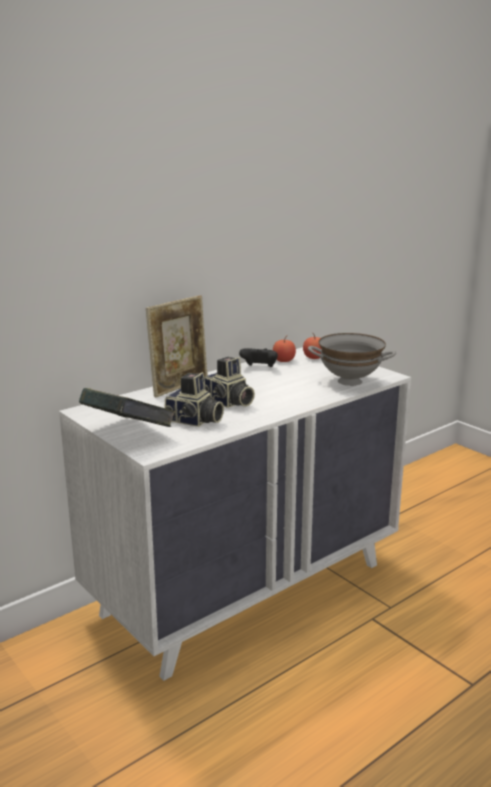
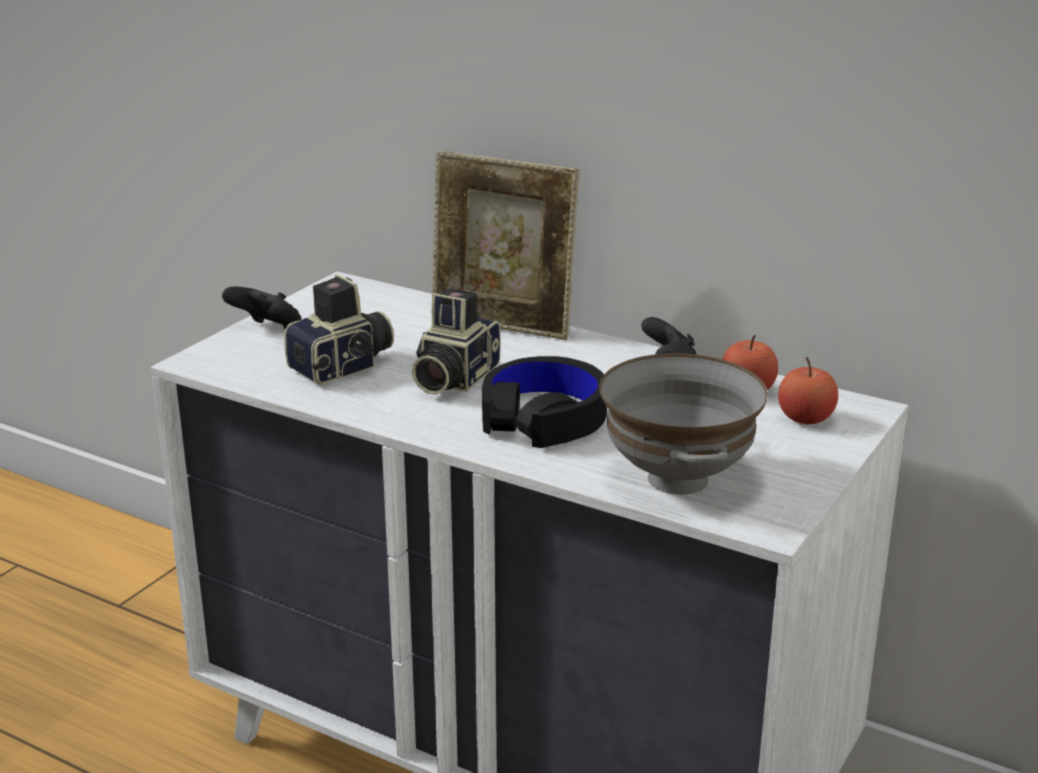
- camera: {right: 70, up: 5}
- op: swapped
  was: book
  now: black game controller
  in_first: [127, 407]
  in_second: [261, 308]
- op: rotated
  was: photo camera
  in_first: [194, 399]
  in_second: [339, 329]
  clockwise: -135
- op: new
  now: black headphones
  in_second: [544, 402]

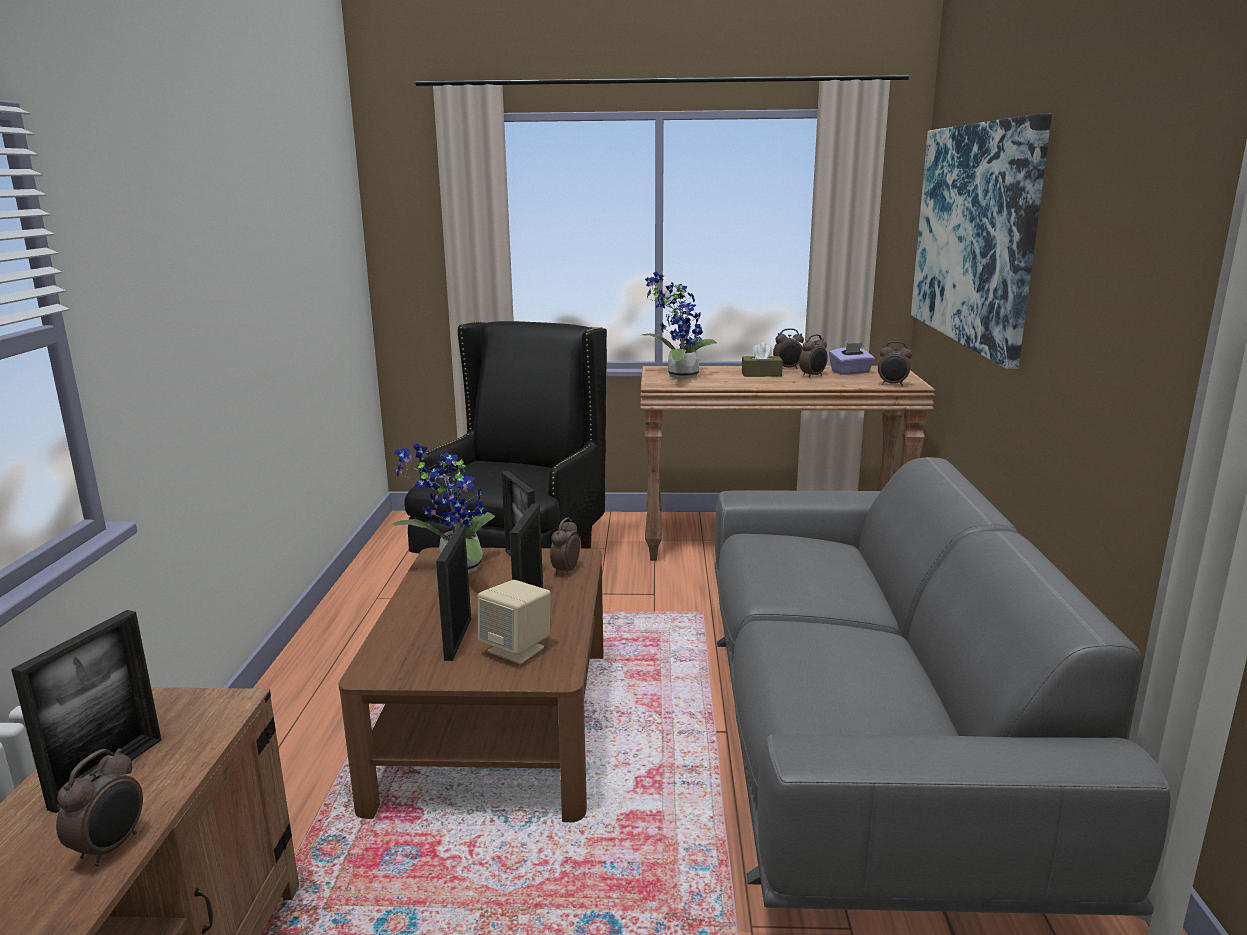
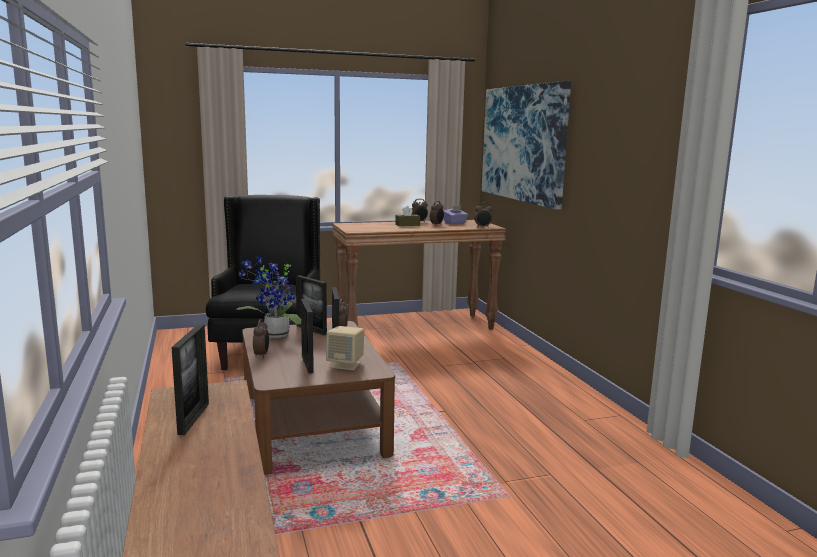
- camera: {right: -20, up: -5}
- op: shifted
  was: alarm clock
  in_first: [99, 807]
  in_second: [261, 338]
- op: gone
  was: potted plant
  in_first: [679, 325]
- op: gone
  was: grey sofa
  in_first: [943, 686]

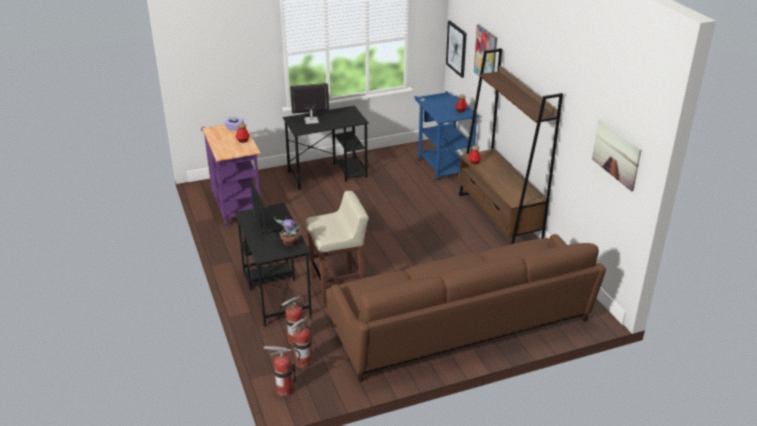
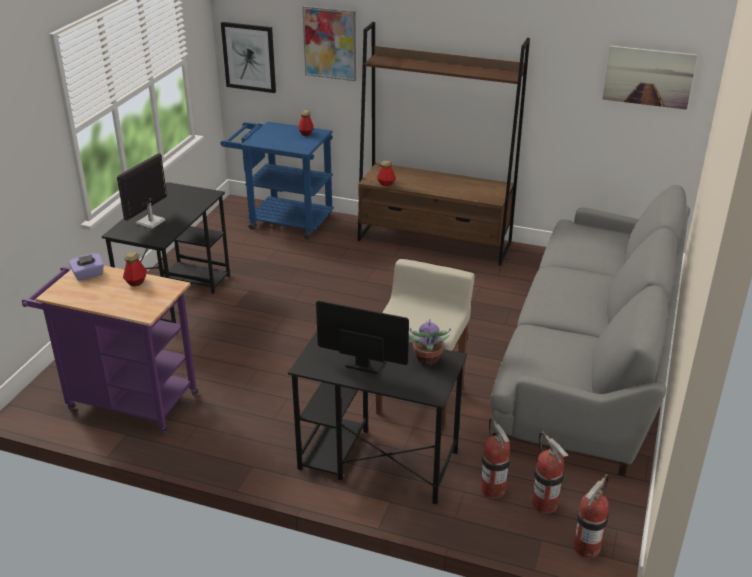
- camera: {right: -50, up: 0}
- op: repainted
  was: brown sofa
  now: grey sofa
  in_first: [466, 308]
  in_second: [590, 331]

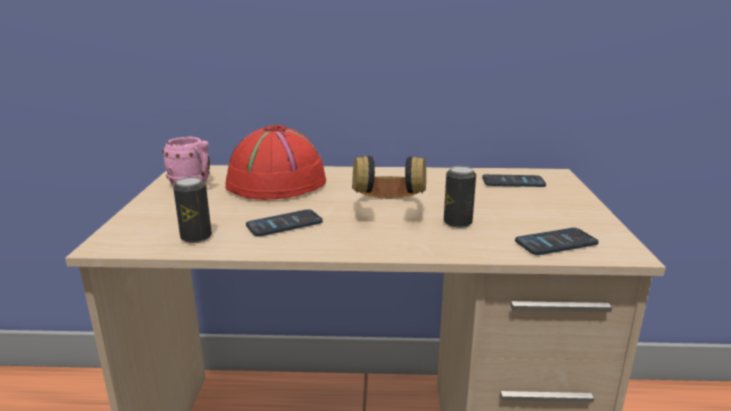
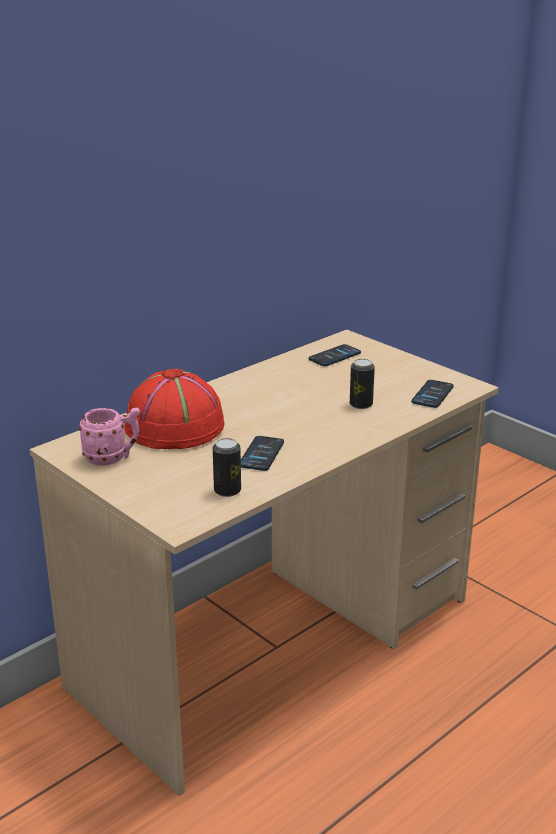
- camera: {right: -45, up: 5}
- op: gone
  was: headphones
  in_first: [389, 177]

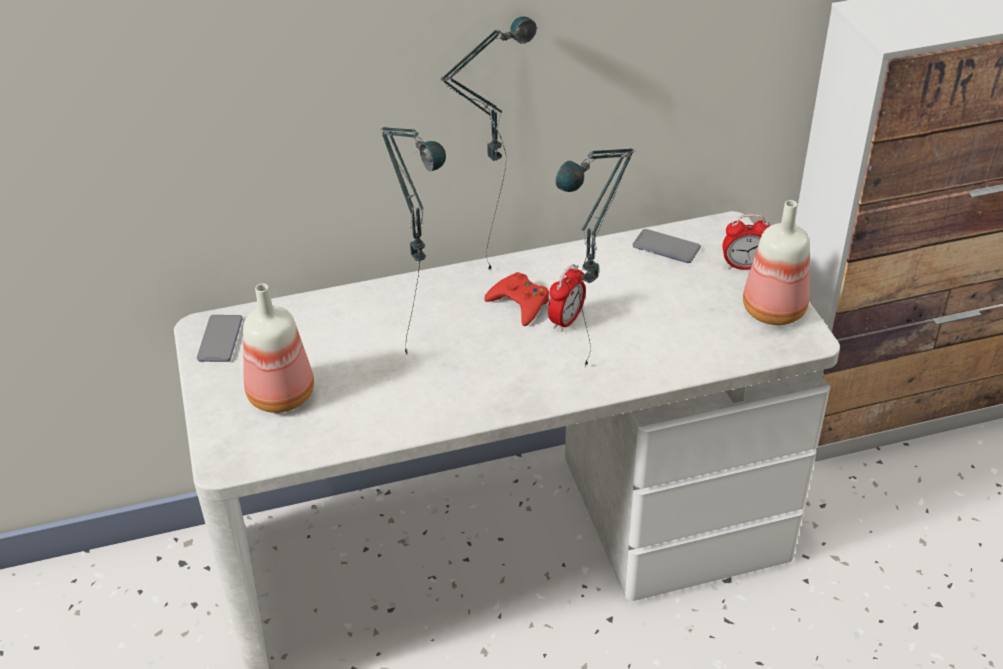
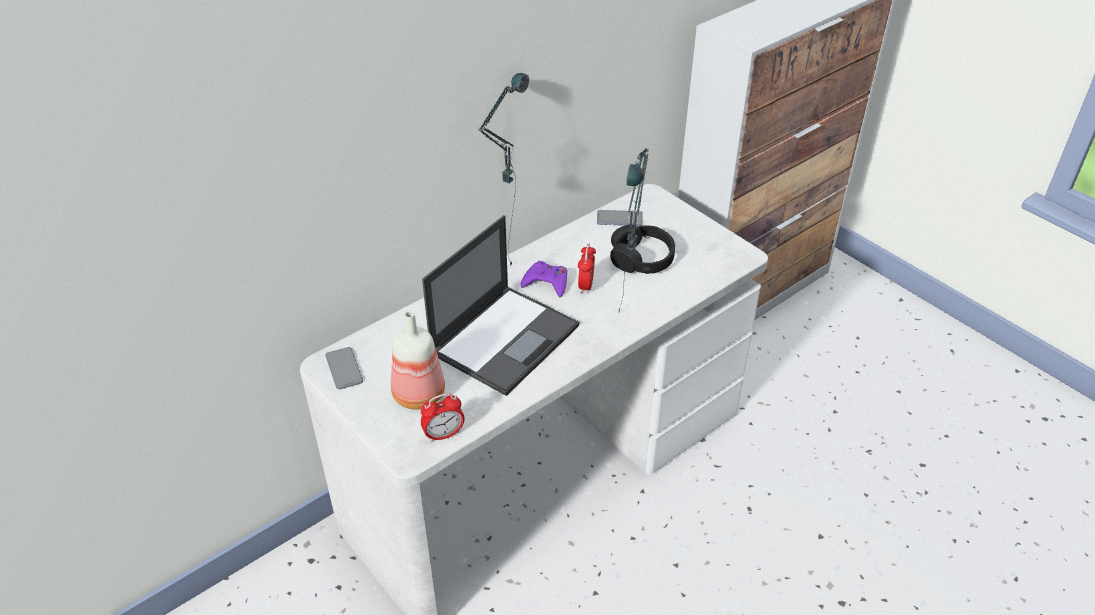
- camera: {right: -25, up: 0}
- op: shifted
  was: alarm clock
  in_first: [746, 242]
  in_second: [443, 417]
- op: swapped
  was: table lamp
  now: laptop
  in_first: [413, 240]
  in_second: [500, 305]
- op: repainted
  was: red game controller
  now: purple game controller
  in_first: [516, 299]
  in_second: [544, 279]
- op: new
  now: black headphones
  in_second: [642, 249]
- op: gone
  was: bottle
  in_first: [776, 262]

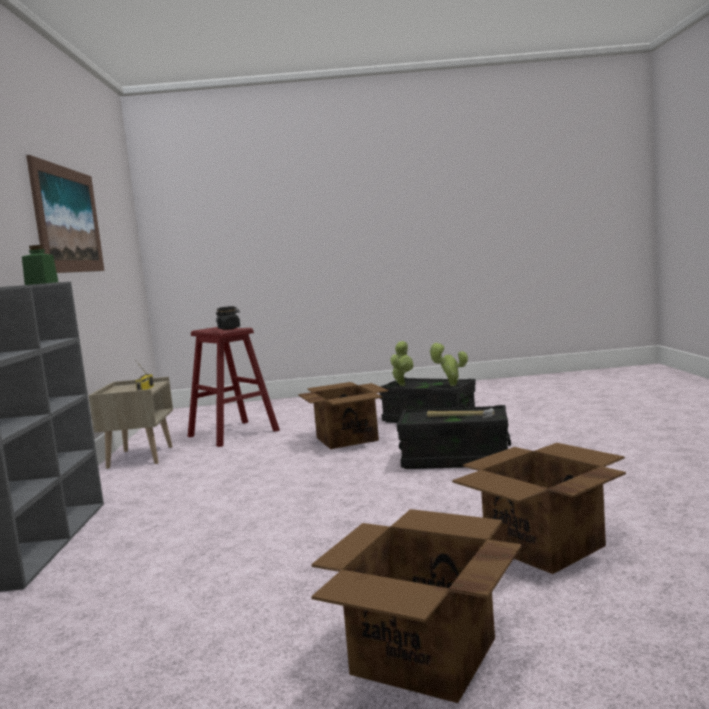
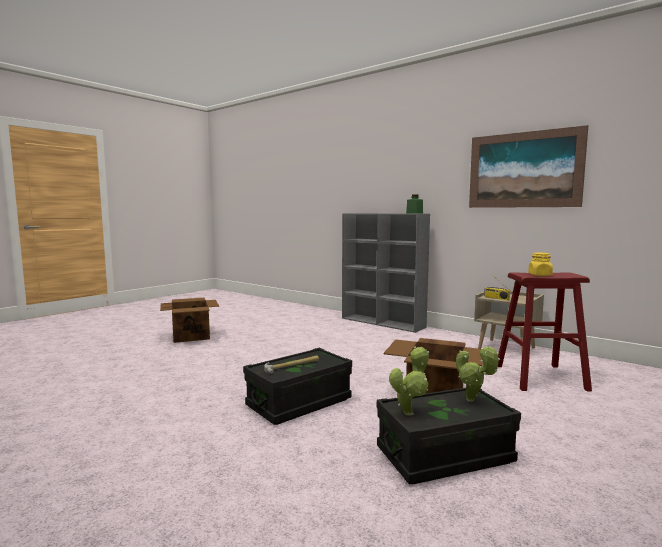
- camera: {right: 130, up: 0}
- op: repainted
  was: black jar
  now: yellow jar
  in_first: [228, 318]
  in_second: [540, 264]
- op: gone
  was: cardboard box
  in_first: [539, 508]

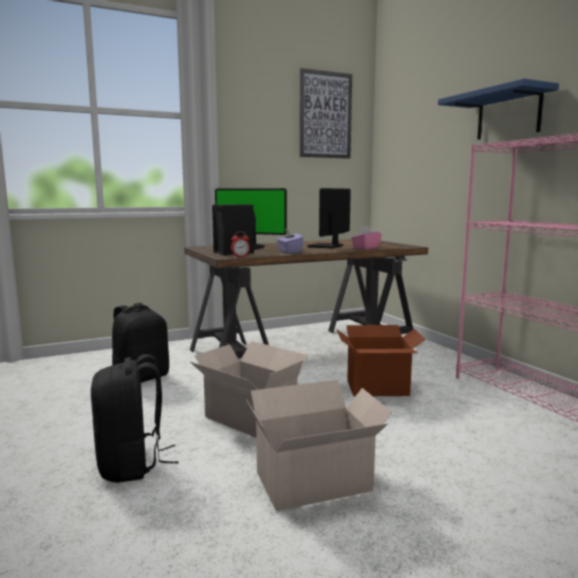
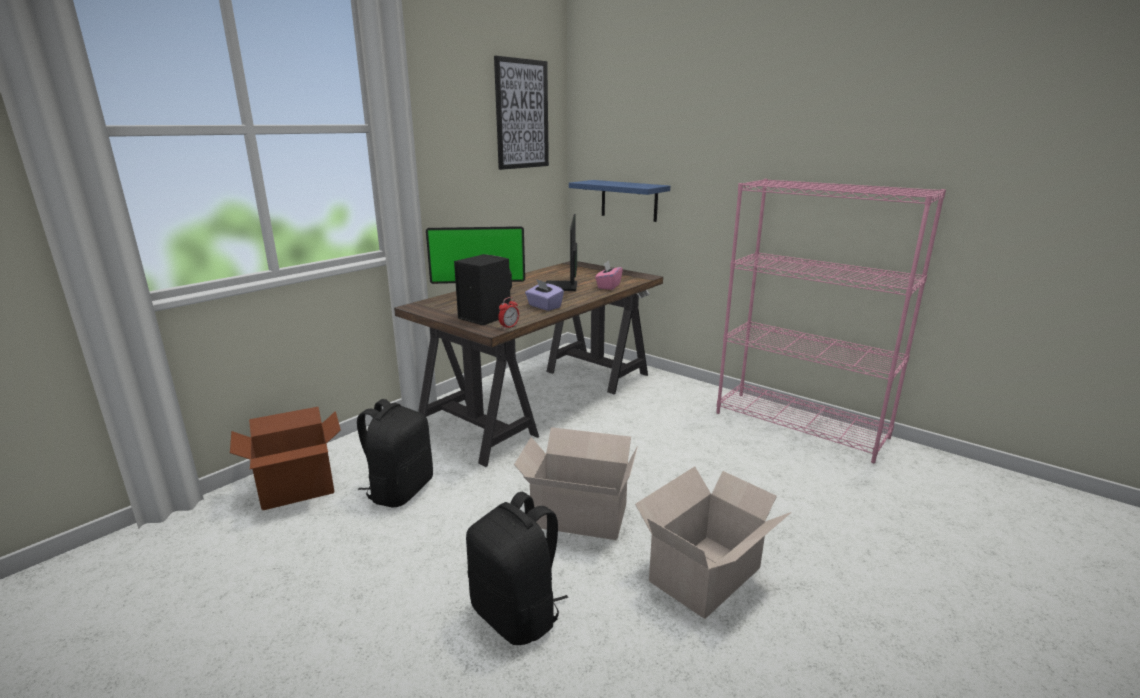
- camera: {right: -25, up: 10}
- op: shifted
  was: cardboard box
  in_first: [381, 361]
  in_second: [285, 459]
- op: shifted
  was: blue shelf
  in_first: [498, 109]
  in_second: [619, 201]

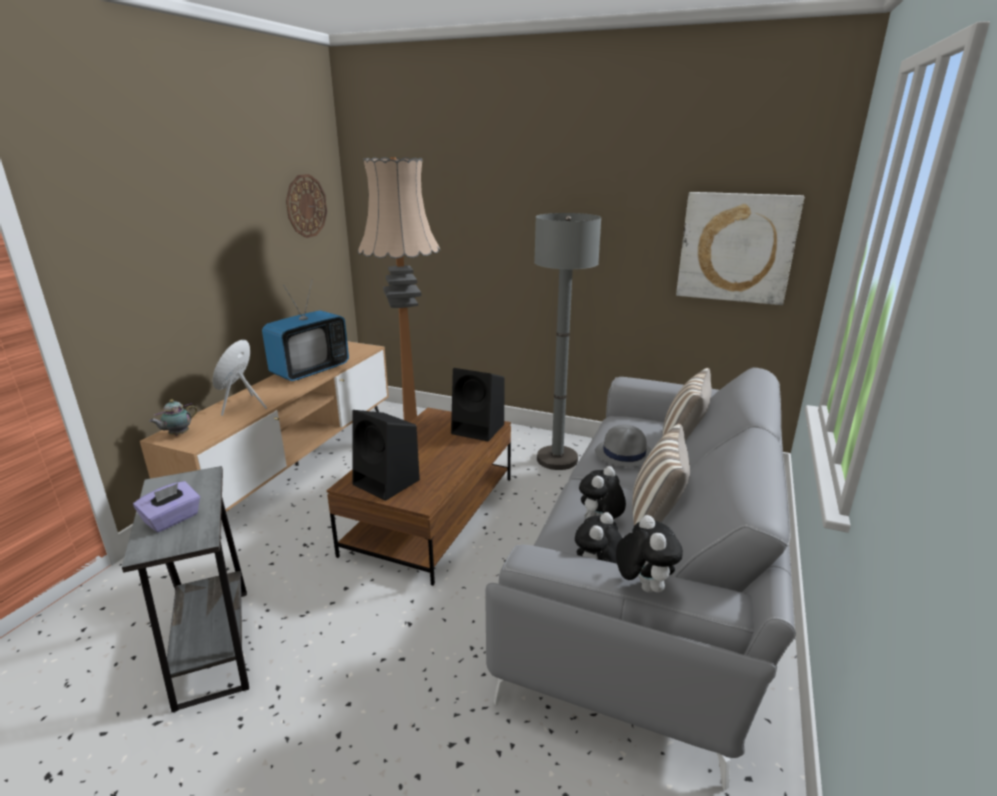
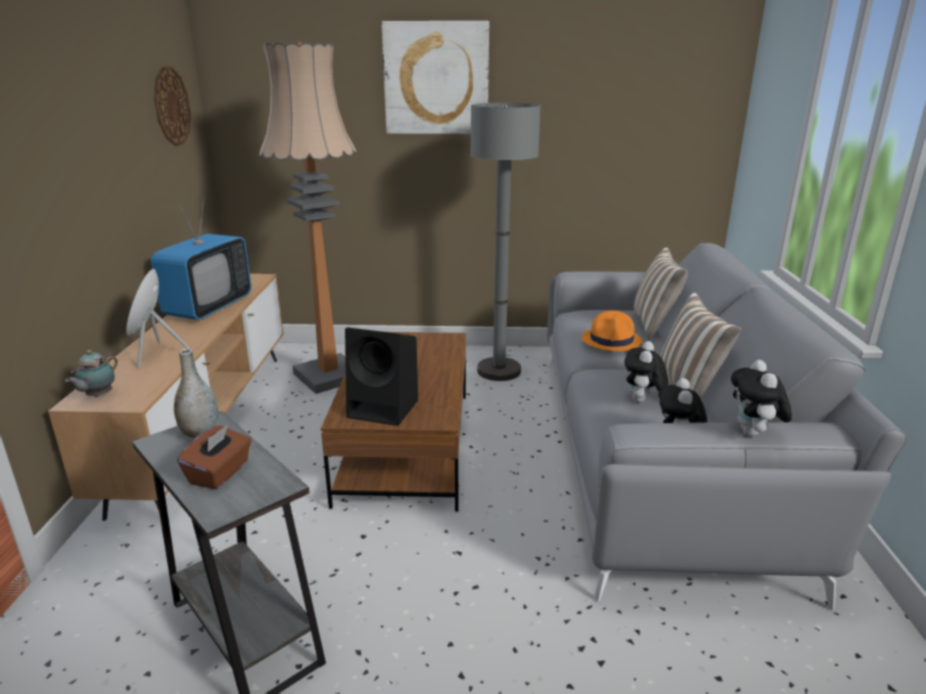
- camera: {right: -20, up: 0}
- op: new
  now: grey vase
  in_second: [196, 393]
- op: repainted
  was: purple tissue box
  now: brown tissue box
  in_first: [166, 506]
  in_second: [214, 457]
- op: shifted
  was: picture
  in_first: [740, 248]
  in_second: [435, 77]
- op: repainted
  was: grey hat
  now: orange hat
  in_first: [623, 445]
  in_second: [612, 331]
- op: rotated
  was: plush toy
  in_first: [649, 554]
  in_second: [761, 398]
  clockwise: -150
- op: gone
  was: black speaker
  in_first: [478, 404]

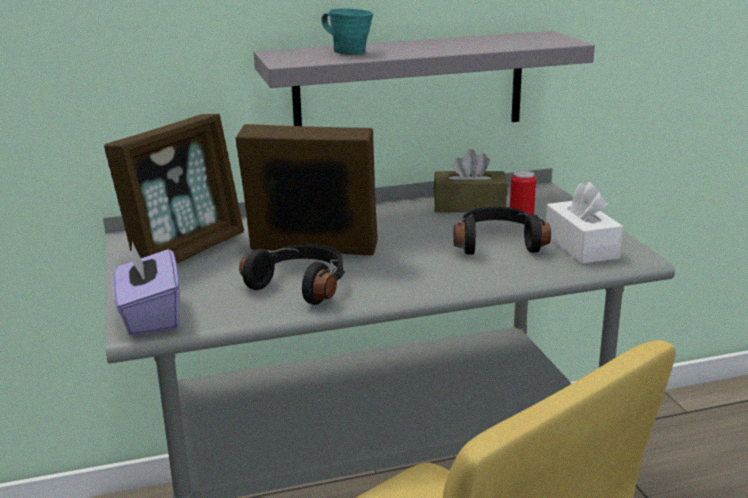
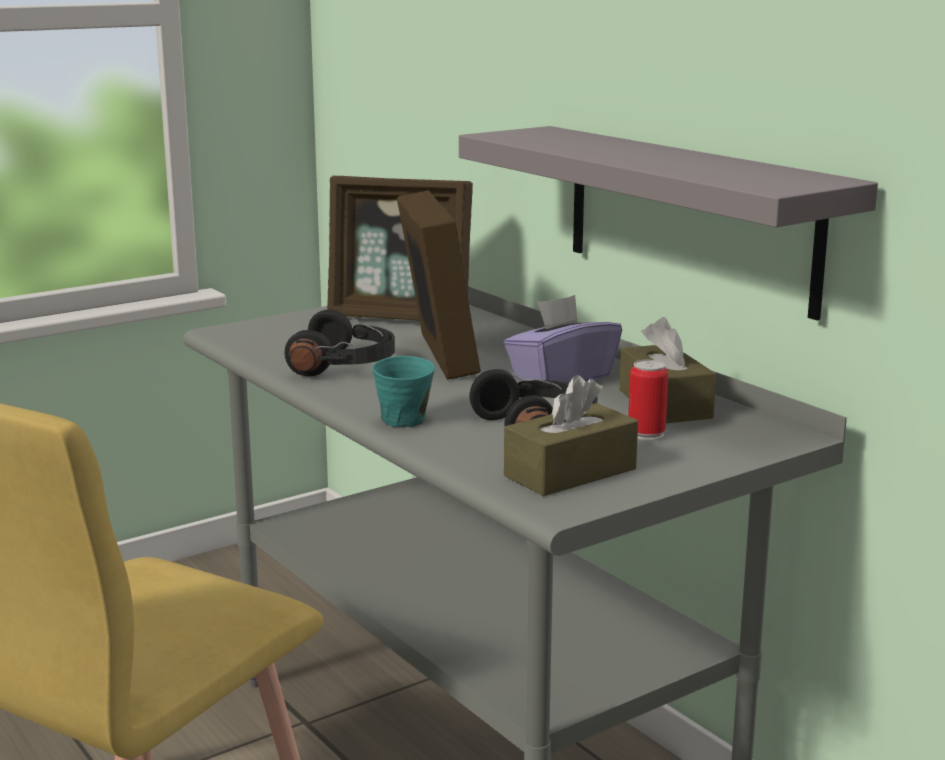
- camera: {right: 70, up: -5}
- op: shifted
  was: turquoise mug
  in_first: [347, 31]
  in_second: [403, 391]
- op: shifted
  was: purple tissue box
  in_first: [146, 289]
  in_second: [563, 338]
- op: repainted
  was: white tissue box
  now: brown tissue box
  in_first: [584, 223]
  in_second: [571, 435]

